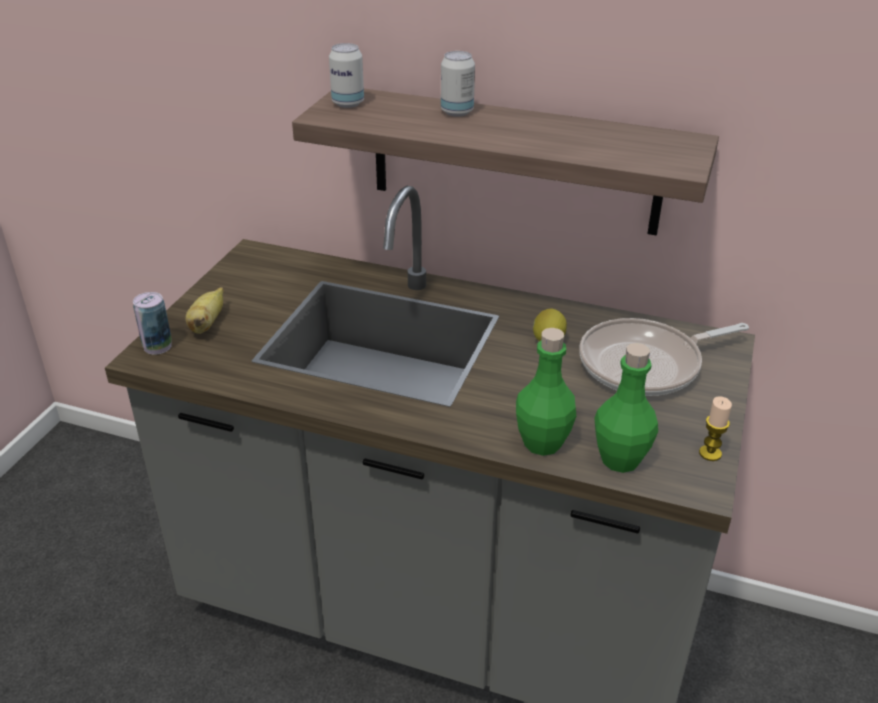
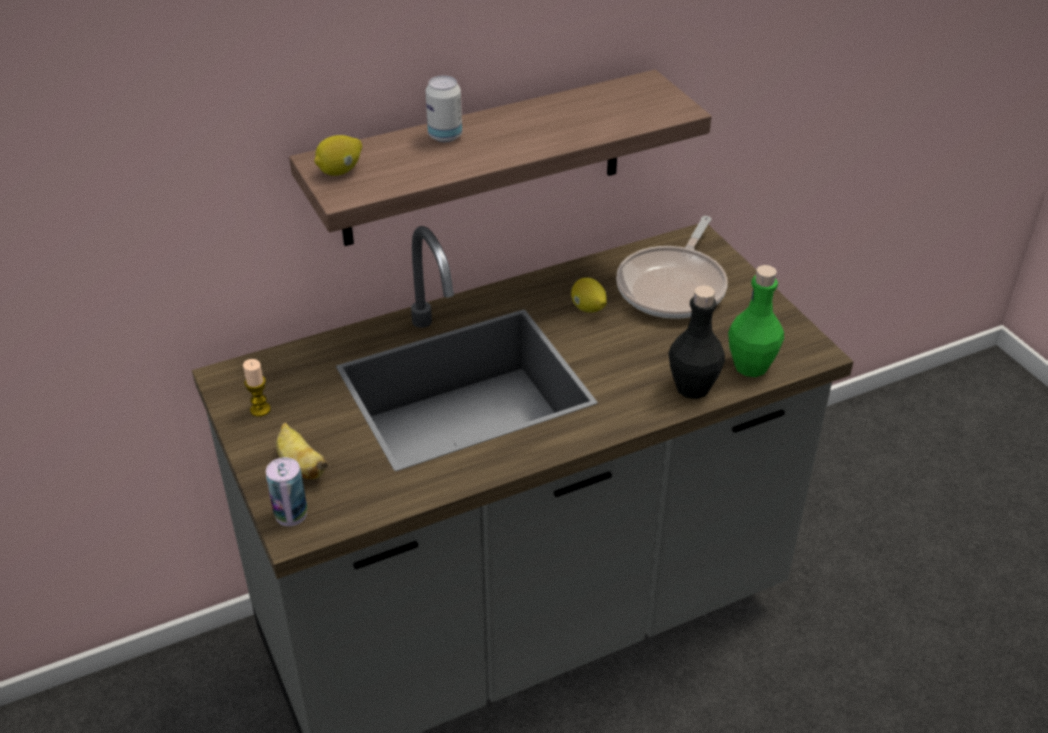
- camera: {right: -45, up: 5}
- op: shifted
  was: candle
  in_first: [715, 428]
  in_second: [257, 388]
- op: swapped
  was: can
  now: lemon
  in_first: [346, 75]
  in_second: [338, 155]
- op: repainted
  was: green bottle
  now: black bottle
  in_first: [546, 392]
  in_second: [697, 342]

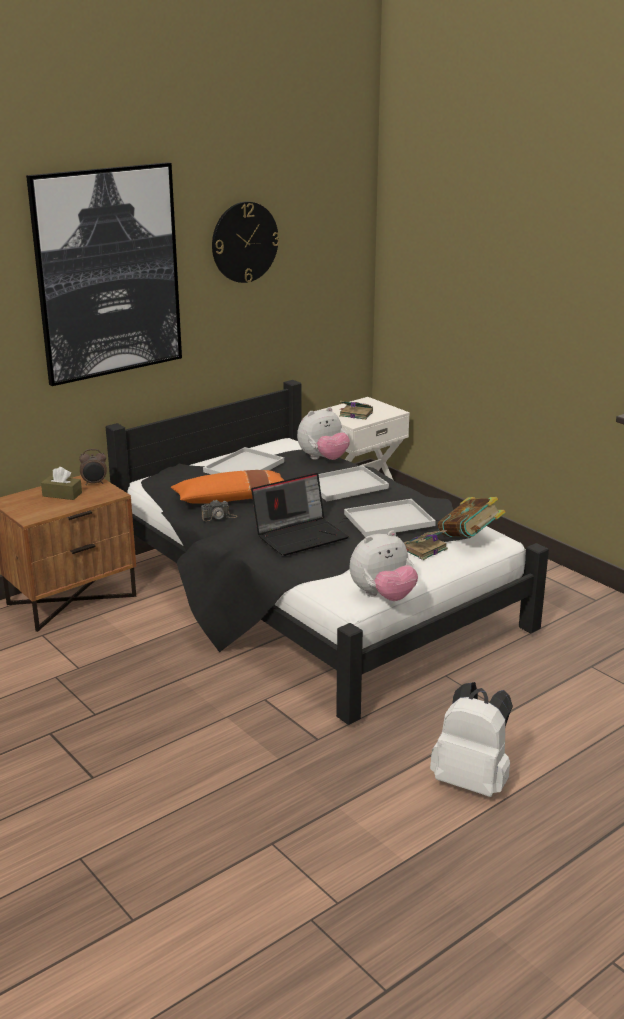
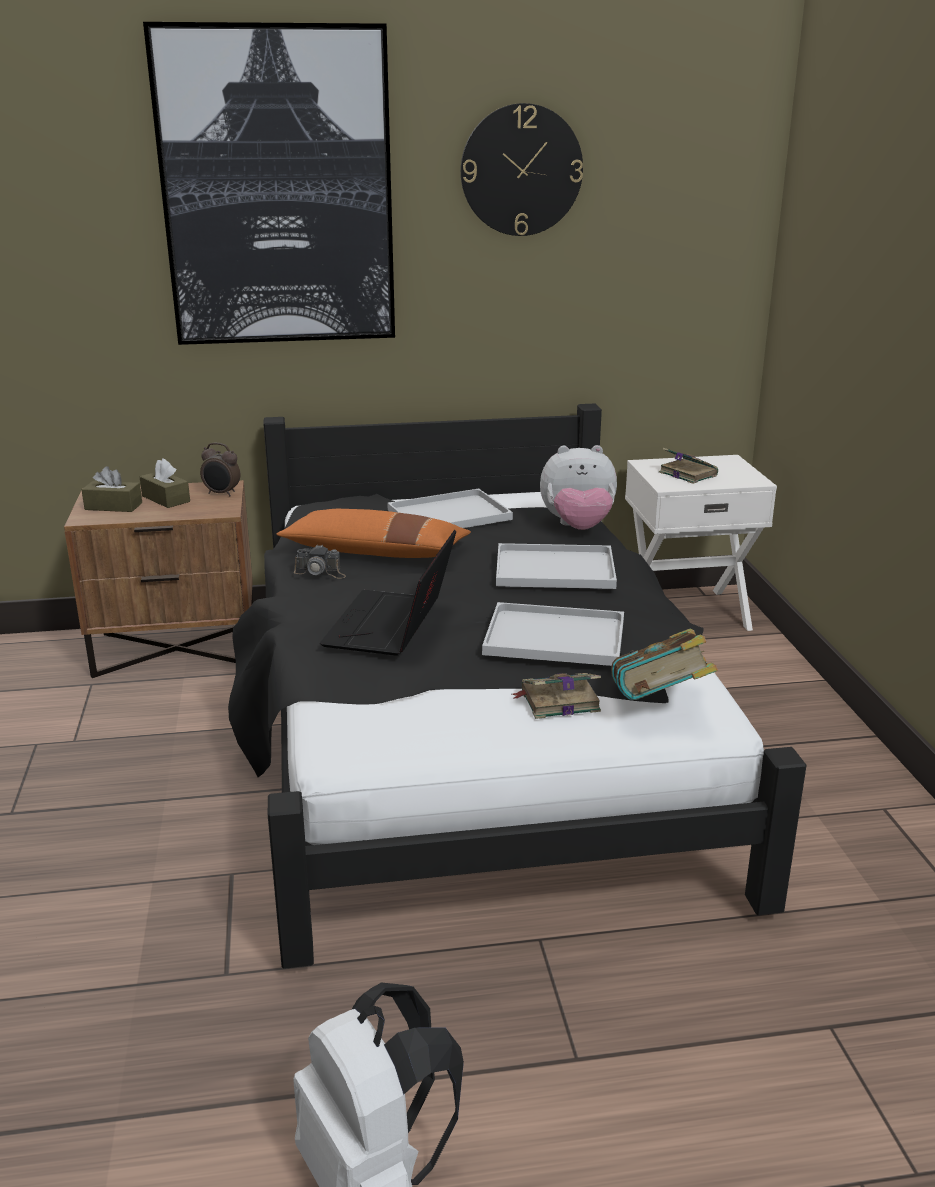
- camera: {right: 30, up: 0}
- op: new
  now: brown tissue box
  in_second: [112, 489]
- op: rotated
  was: laptop
  in_first: [300, 514]
  in_second: [388, 593]
  clockwise: 105
- op: gone
  was: plush toy
  in_first: [384, 565]

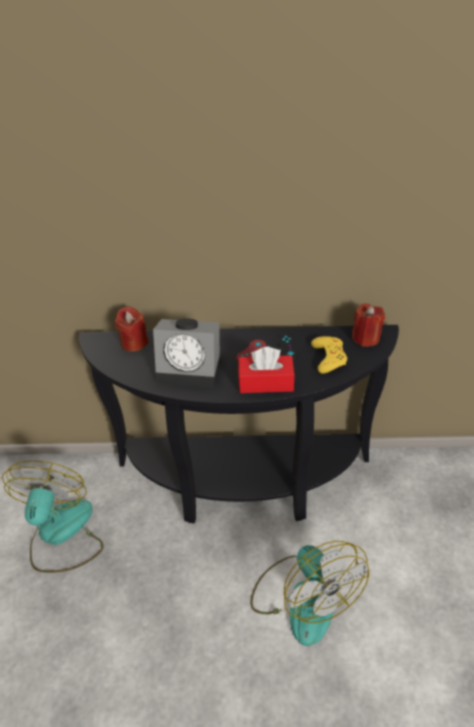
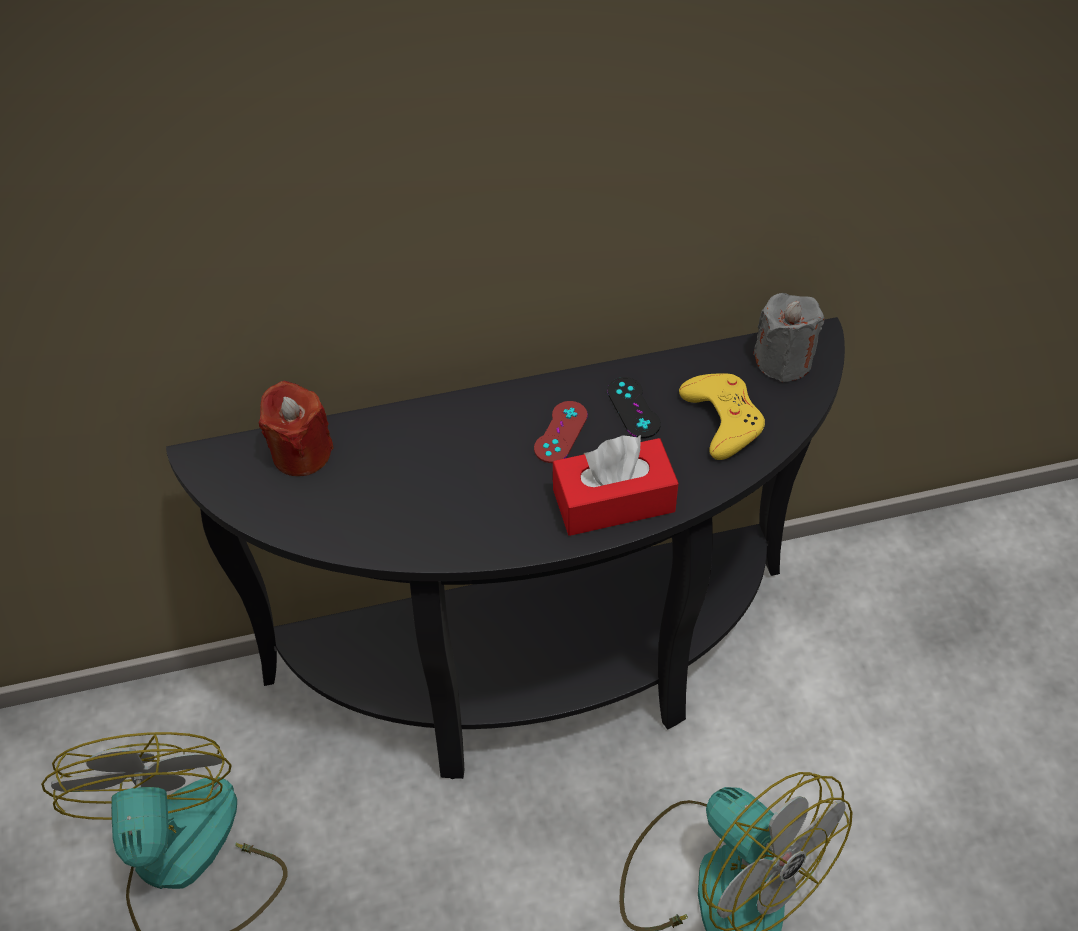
- camera: {right: -15, up: 10}
- op: repainted
  was: red candle
  now: grey candle
  in_first: [368, 325]
  in_second: [789, 337]
- op: gone
  was: alarm clock
  in_first: [187, 353]

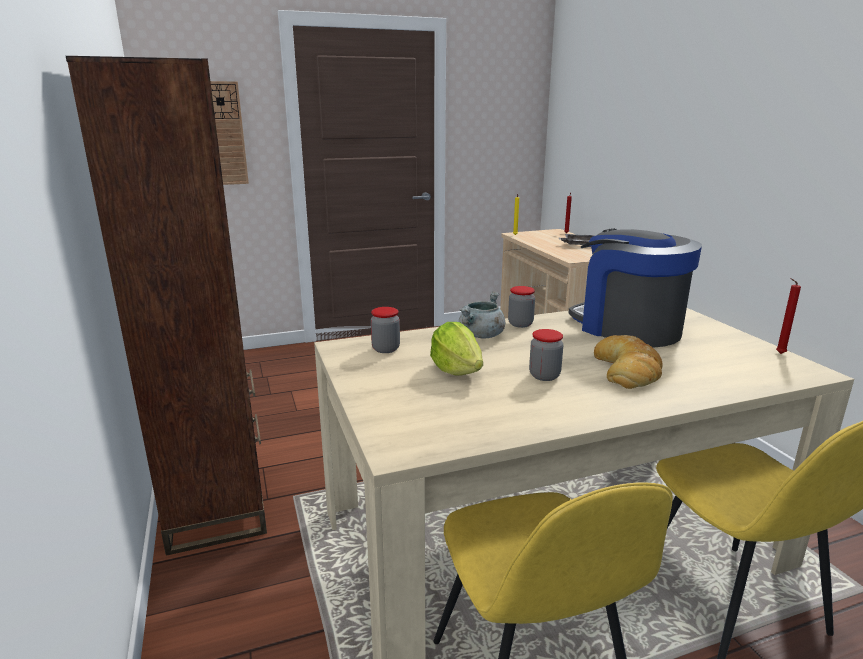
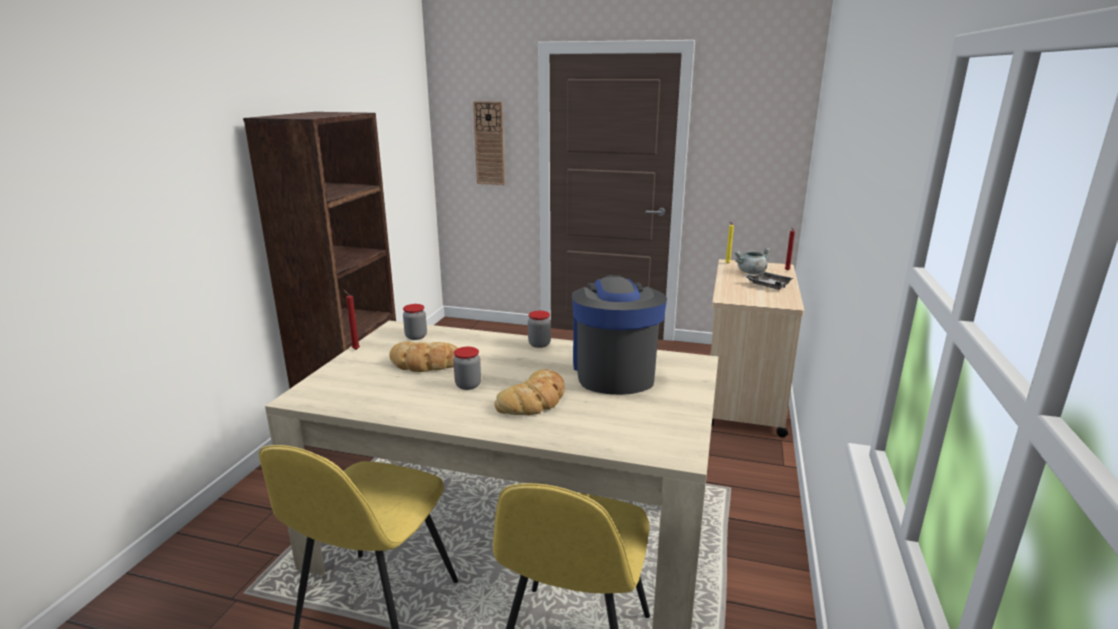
- camera: {right: 35, up: 0}
- op: shifted
  was: red candle
  in_first: [788, 316]
  in_second: [351, 319]
- op: swapped
  was: lettuce
  now: bread
  in_first: [456, 348]
  in_second: [423, 356]
- op: shifted
  was: grey cooking pot
  in_first: [482, 315]
  in_second: [752, 261]

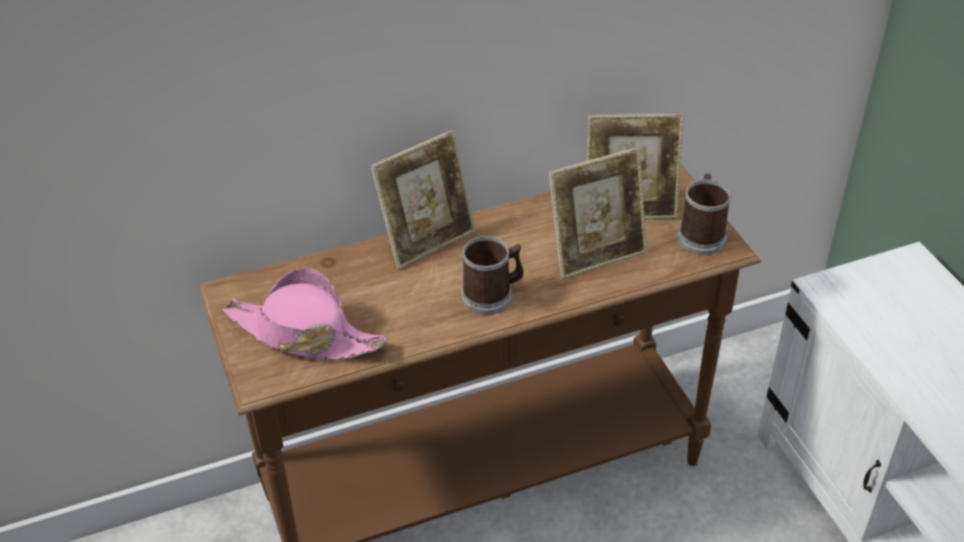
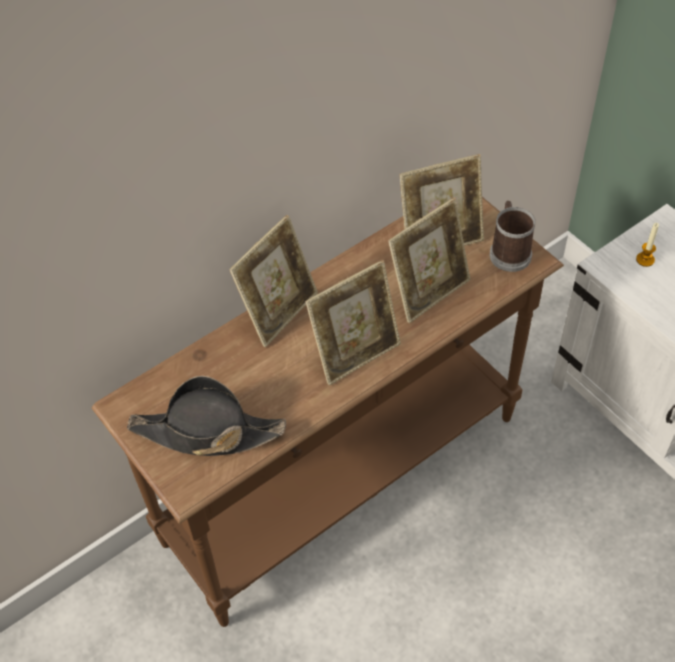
- camera: {right: -15, up: 10}
- op: repainted
  was: pink hat
  now: black hat
  in_first: [304, 313]
  in_second: [206, 416]
- op: swapped
  was: mug
  now: picture frame
  in_first: [492, 275]
  in_second: [353, 322]
- op: new
  now: candle
  in_second: [647, 245]

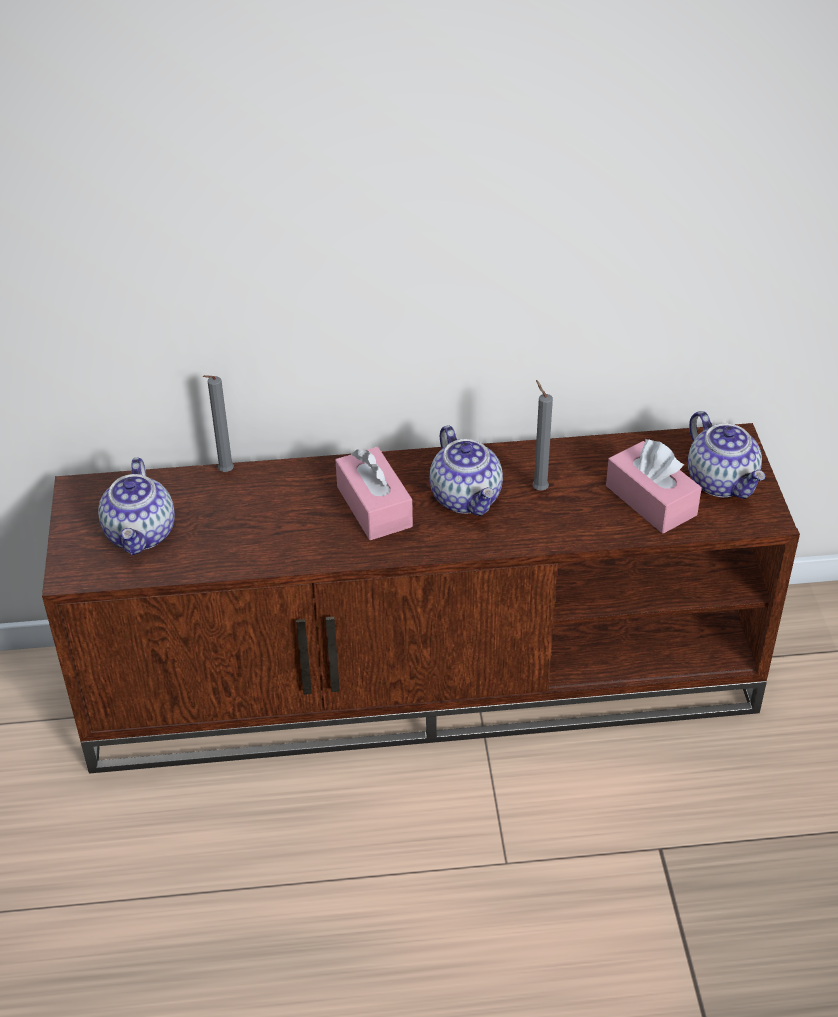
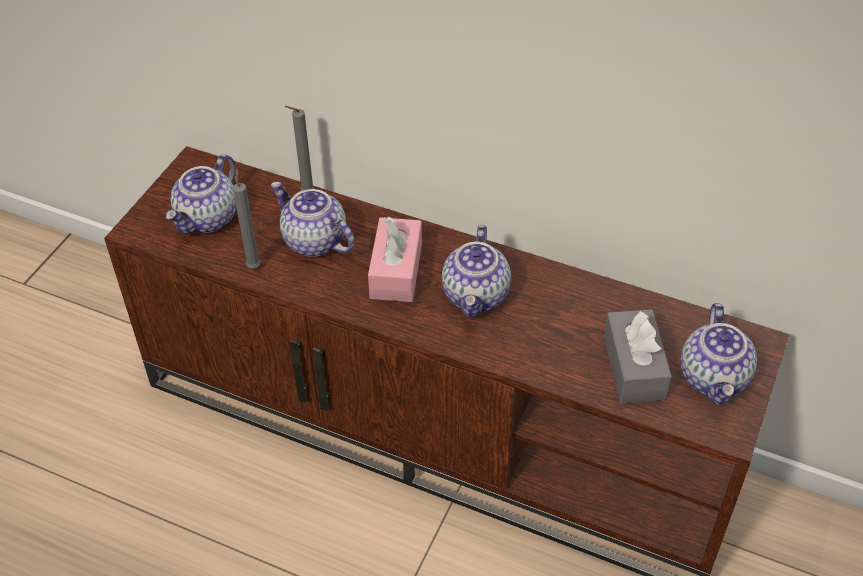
- camera: {right: 30, up: 5}
- op: shifted
  was: grey candle
  in_first: [542, 435]
  in_second: [247, 218]
- op: new
  now: teapot
  in_second: [313, 219]
- op: repainted
  was: pink tissue box
  now: grey tissue box
  in_first: [654, 486]
  in_second: [638, 356]

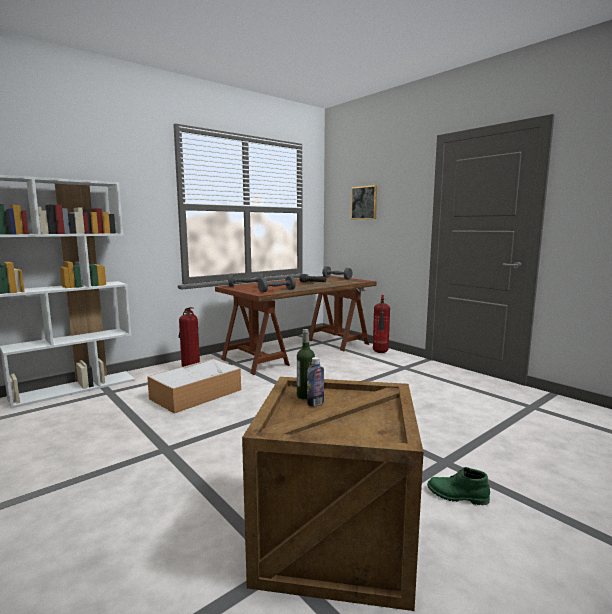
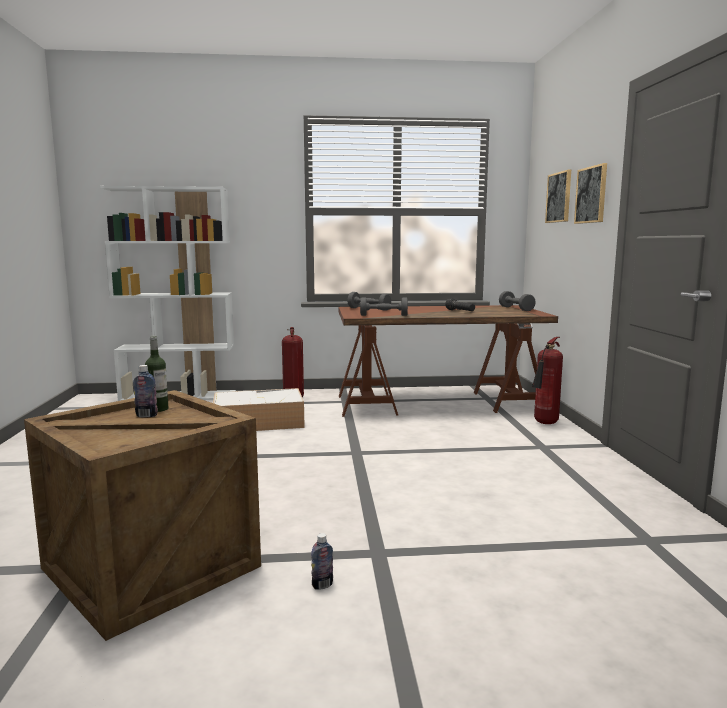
- camera: {right: 35, up: 0}
- op: swapped
  was: green boot
  now: bottle
  in_first: [458, 486]
  in_second: [322, 561]
- op: new
  now: picture
  in_second: [590, 193]

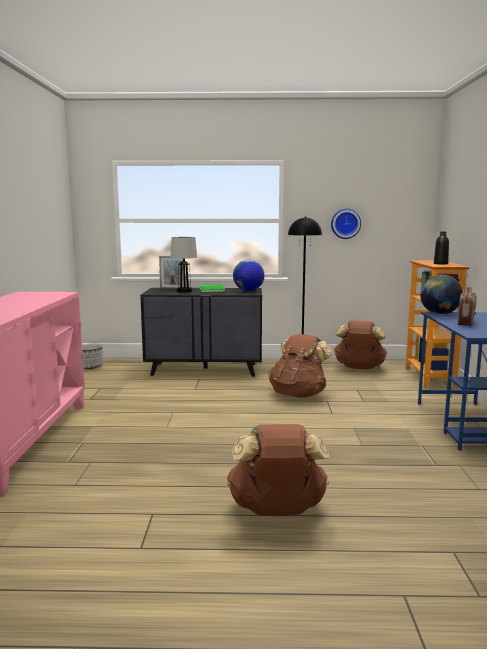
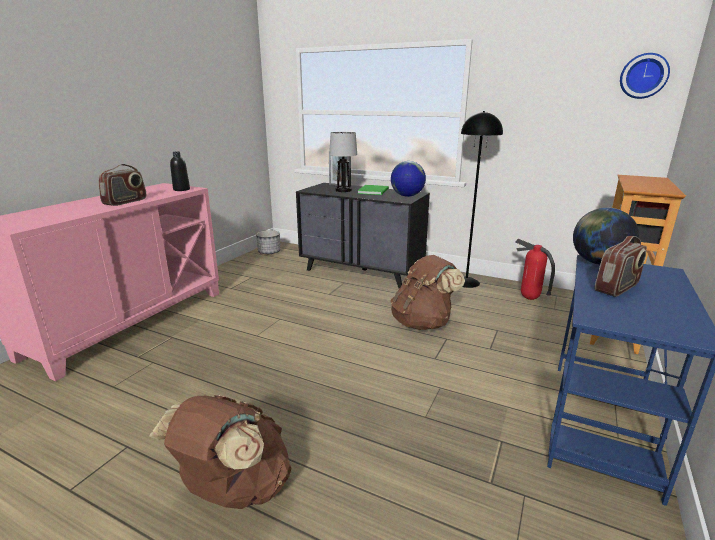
- camera: {right: 25, up: 10}
- op: new
  now: radio
  in_second: [122, 185]
- op: shifted
  was: black bottle
  in_first: [441, 248]
  in_second: [180, 171]
- op: swapped
  was: brown backpack
  now: fire extinguisher
  in_first: [360, 344]
  in_second: [535, 269]
- op: shifted
  was: wall clock
  in_first: [346, 224]
  in_second: [645, 76]

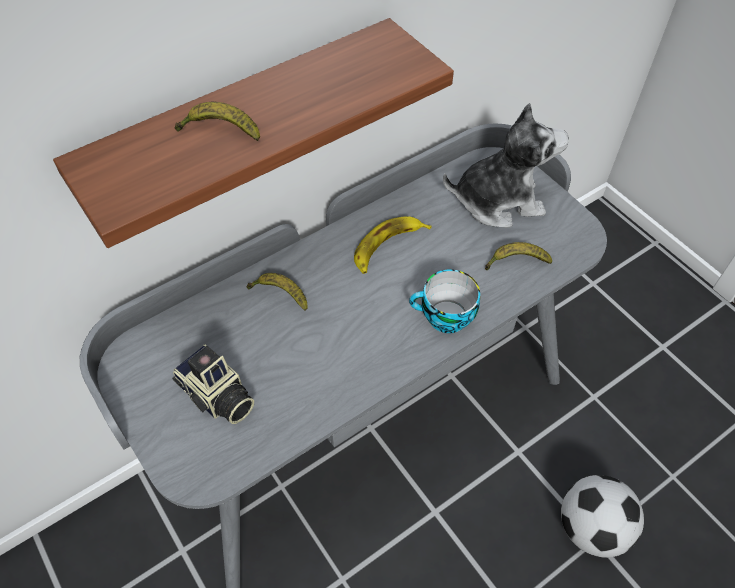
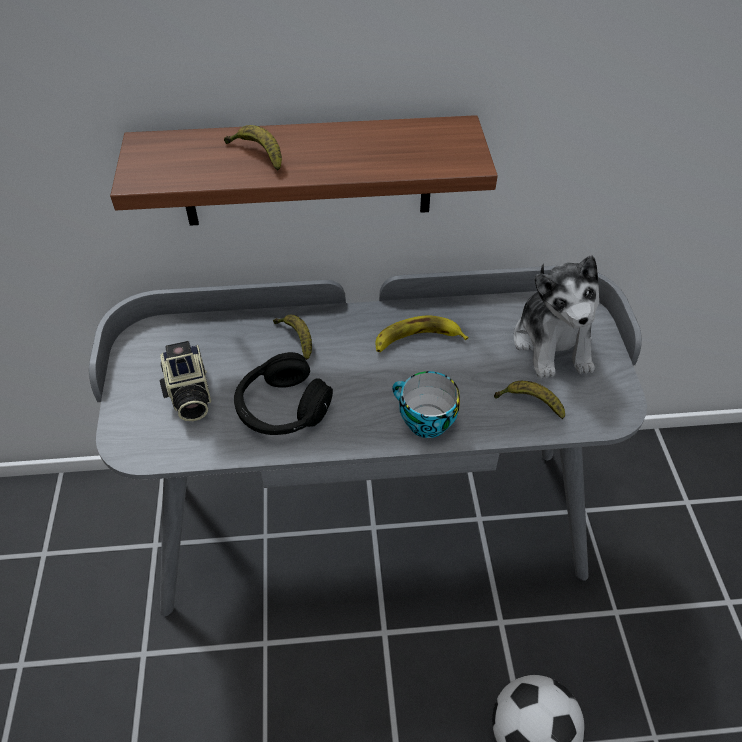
- camera: {right: 30, up: -5}
- op: new
  now: black headphones
  in_second: [283, 393]
- op: rotated
  was: plush toy
  in_first: [506, 165]
  in_second: [556, 317]
  clockwise: 60

